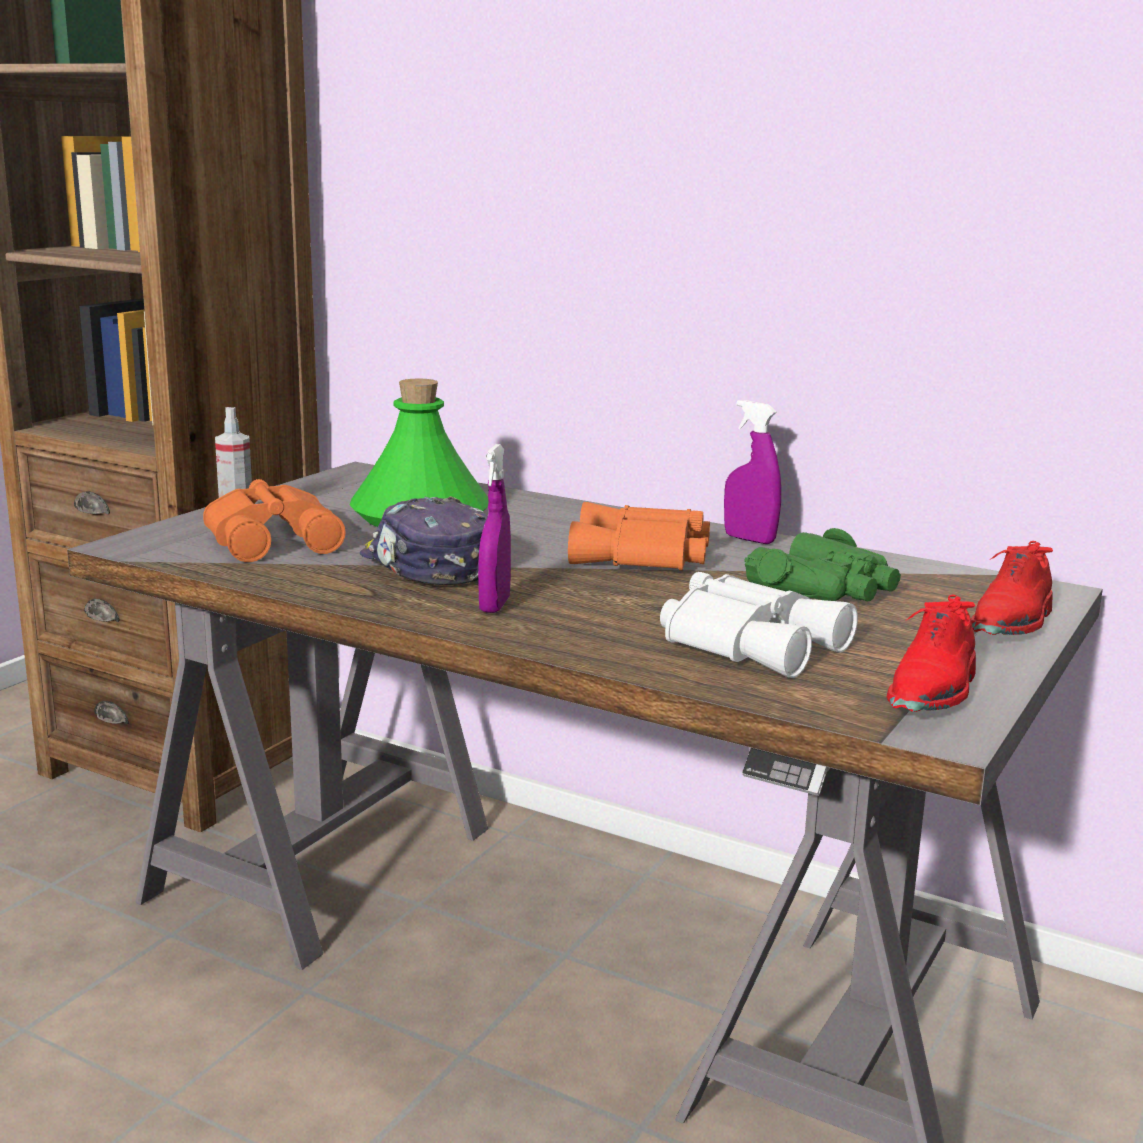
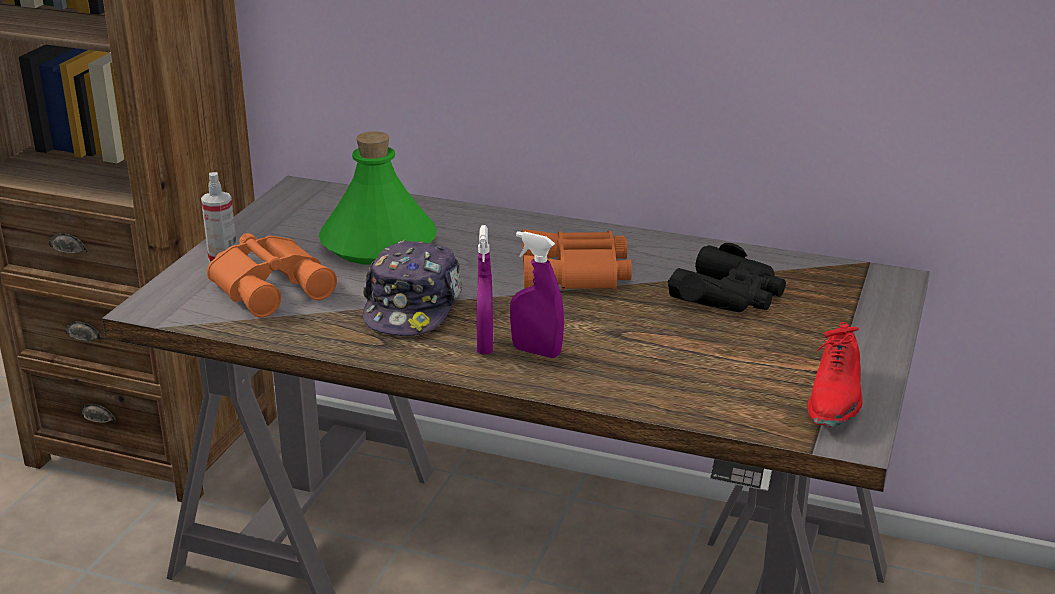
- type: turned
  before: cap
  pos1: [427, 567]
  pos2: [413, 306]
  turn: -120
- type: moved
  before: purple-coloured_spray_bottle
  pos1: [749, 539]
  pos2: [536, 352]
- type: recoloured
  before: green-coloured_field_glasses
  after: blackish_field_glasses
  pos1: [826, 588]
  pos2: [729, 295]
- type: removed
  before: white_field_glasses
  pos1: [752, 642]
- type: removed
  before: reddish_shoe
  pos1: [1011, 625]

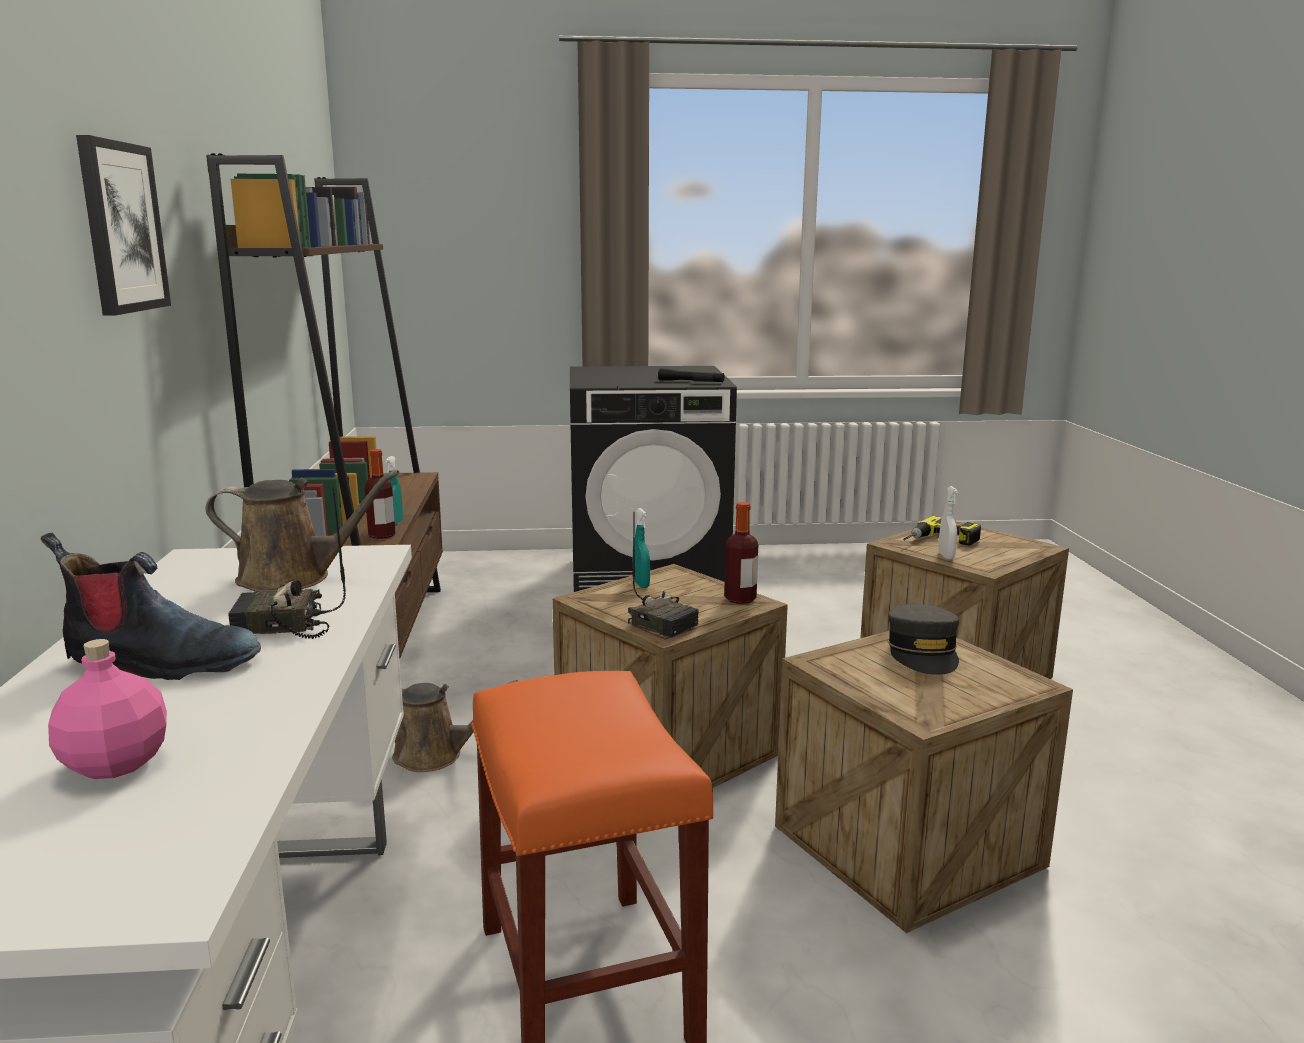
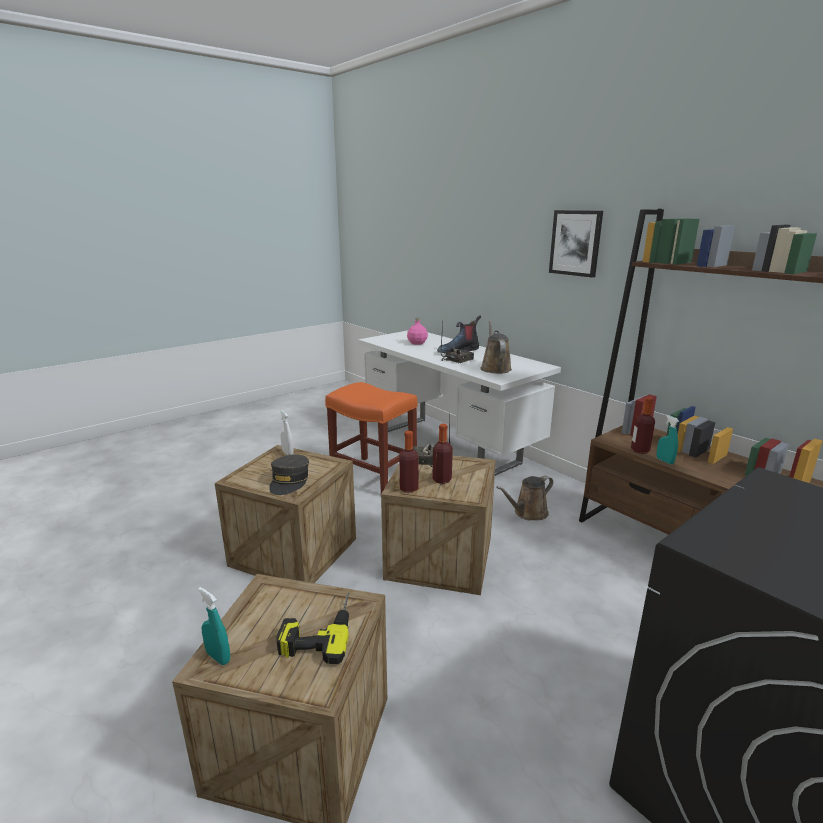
- type: moved
  before: turquoise_spray_bottle
  pos1: [641, 584]
  pos2: [218, 657]
- type: turned
  before: greyish_cap
  pos1: [923, 653]
  pos2: [289, 481]
  turn: -135
- type: moved
  before: white_spray_bottle
  pos1: [946, 556]
  pos2: [287, 453]
- type: added
  after: drink_bottle
  pos2: [442, 480]
- type: turned
  before: brown_sprinkling_can
  pos1: [293, 578]
  pos2: [495, 368]
  turn: 120
- type: removed
  before: blackish_torch
  pos1: [691, 382]

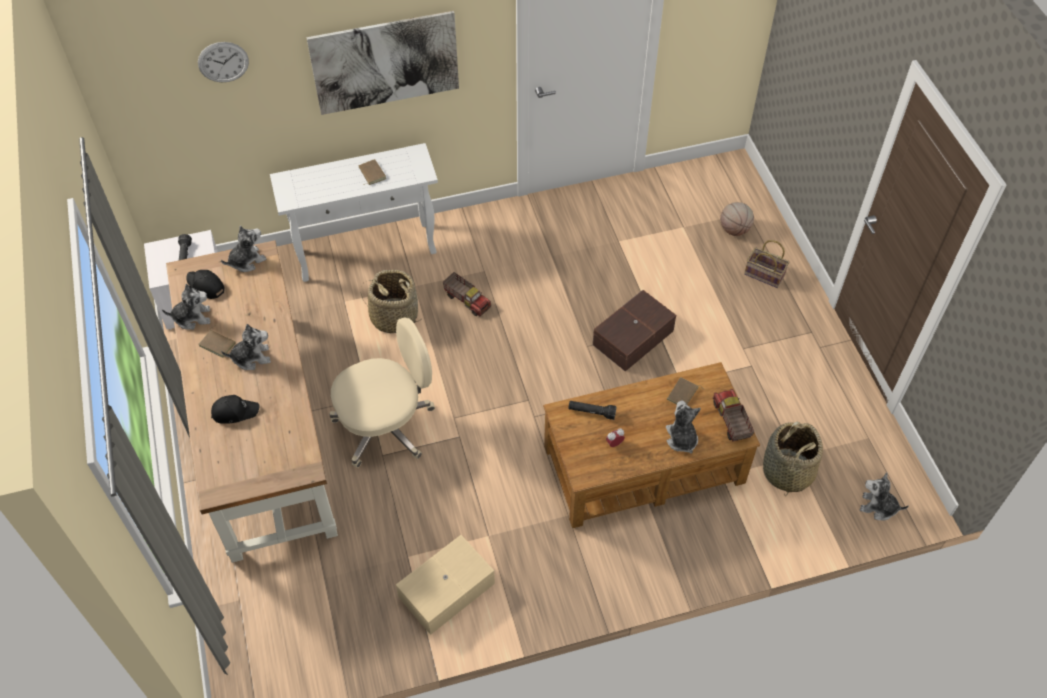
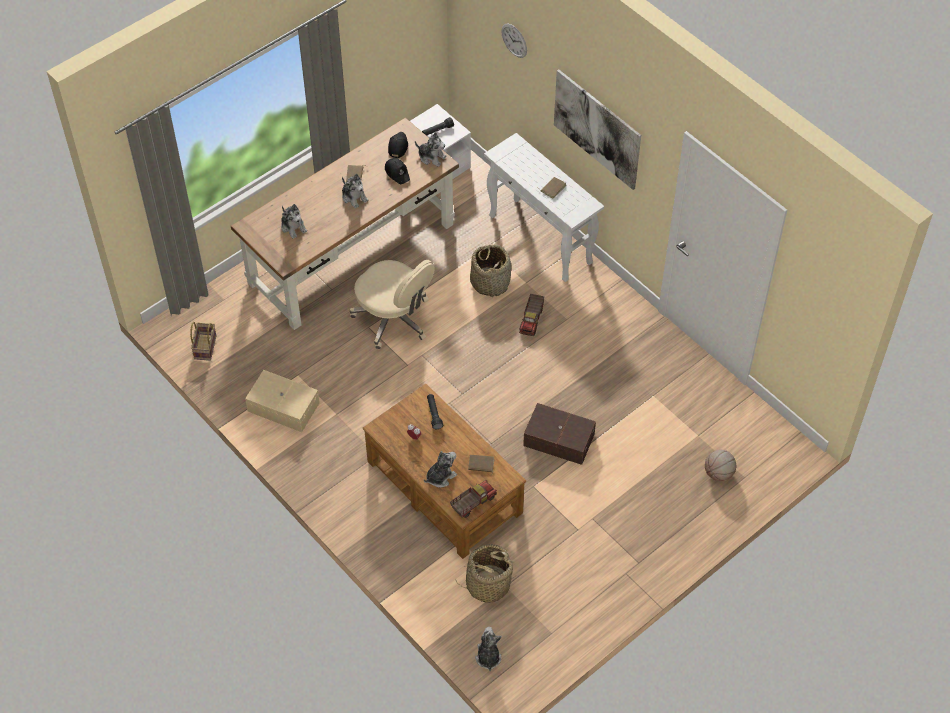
- type: moved
  before: household_basket
  pos1: [763, 275]
  pos2: [204, 346]
- type: moved
  before: soft_toy
  pos1: [192, 317]
  pos2: [293, 227]
- type: moved
  before: blackish_cap
  pos1: [234, 411]
  pos2: [397, 173]

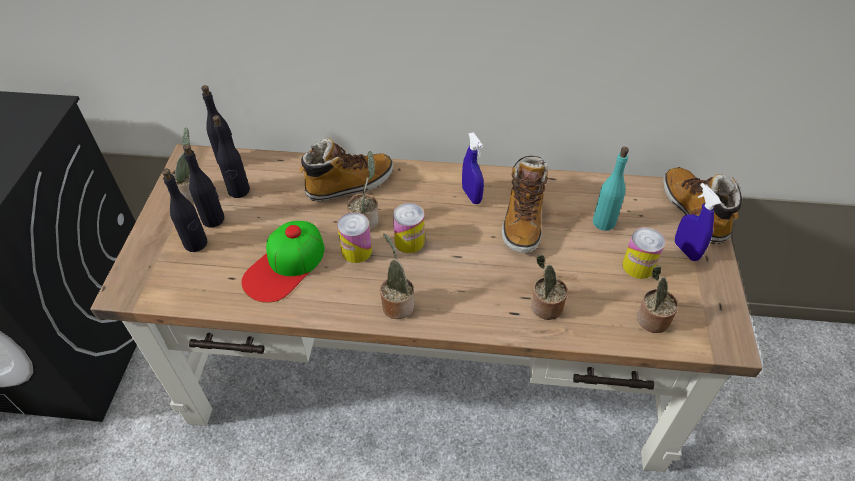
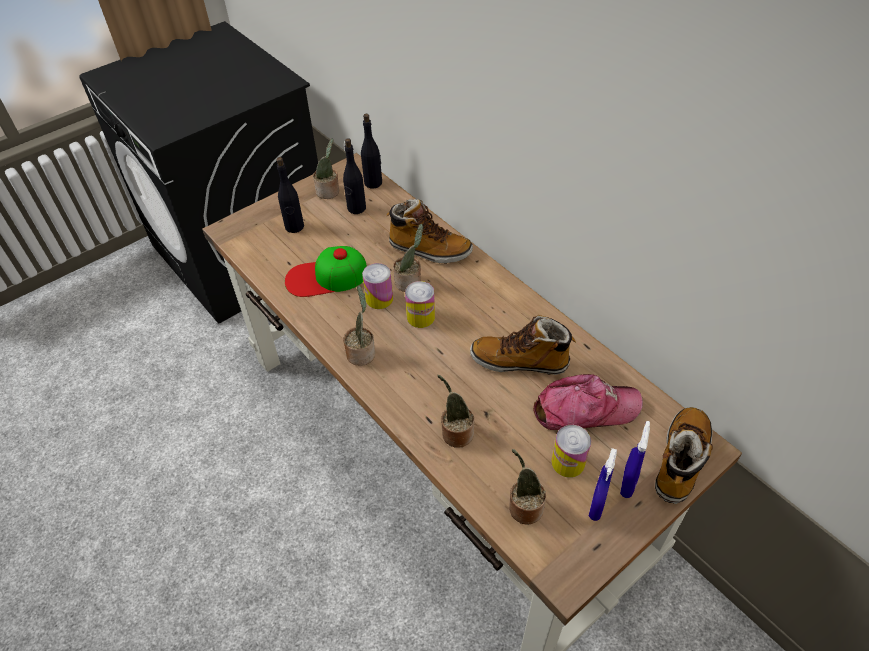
- type: turned
  before: boot
  pos1: [522, 221]
  pos2: [520, 361]
  turn: 45
- type: replaced
  before: turquoise_drink_bottle
  after: cap
  pos1: [603, 222]
  pos2: [585, 409]
- type: moved
  before: blue-coloured_spray_bottle
  pos1: [471, 195]
  pos2: [596, 506]
- type: removed
  before: blackish_drink_bottle
  pos1: [213, 219]

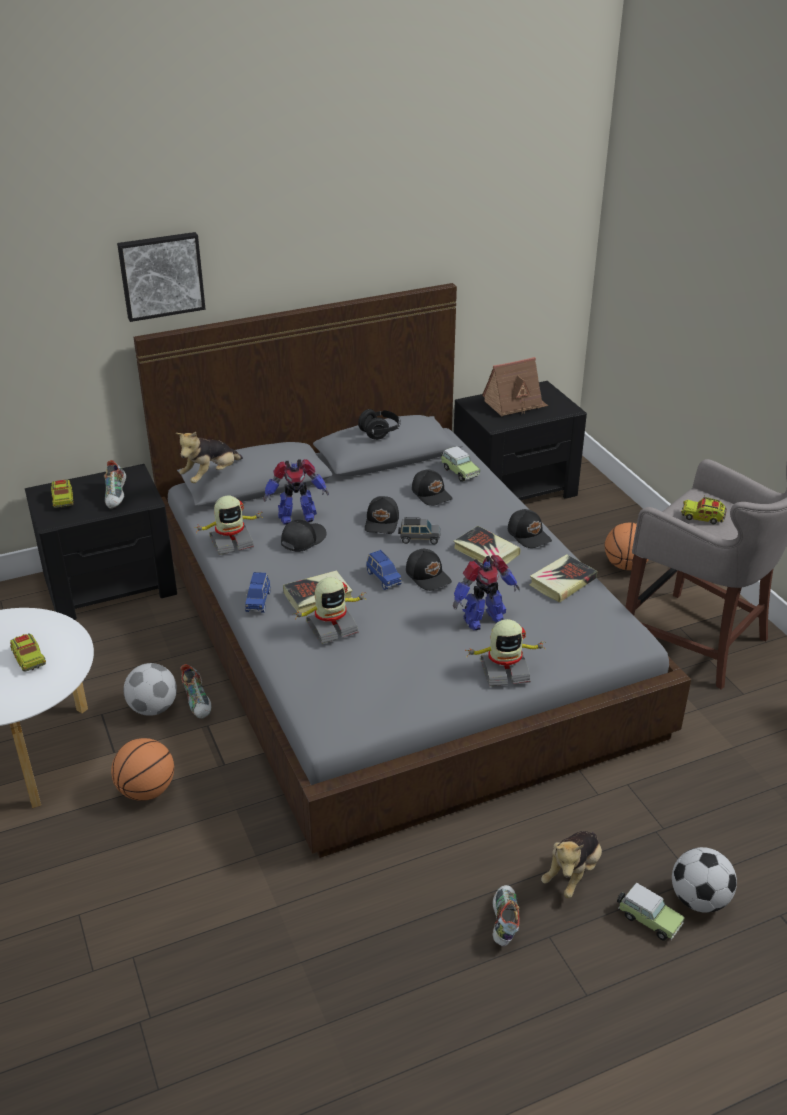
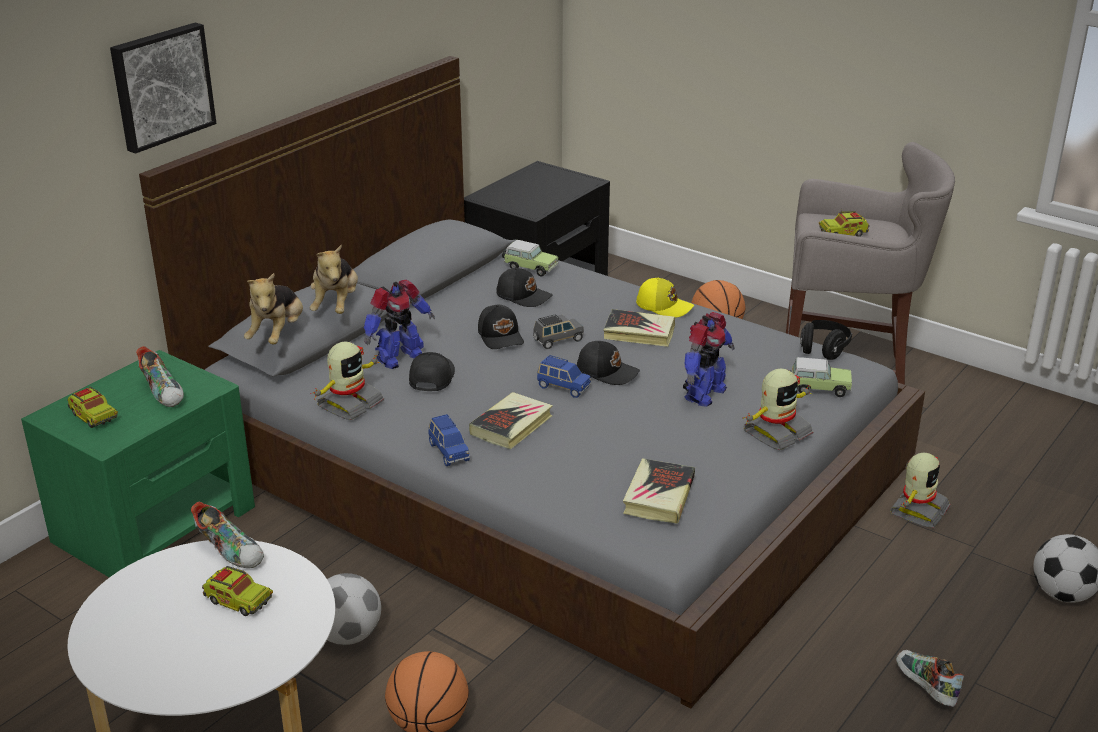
- type: recoloured
  before: blackish_night_table
  after: green-coloured_night_table
  pos1: [111, 584]
  pos2: [156, 523]
- type: moved
  before: shoe
  pos1: [198, 702]
  pos2: [231, 551]
- type: moved
  before: soft_toy
  pos1: [572, 873]
  pos2: [336, 305]
- type: moved
  before: volume
  pos1: [562, 582]
  pos2: [659, 496]
- type: recoloured
  before: blackish_cap
  after: yellow_cap
  pos1: [529, 535]
  pos2: [664, 306]
- type: moved
  before: toy_car
  pos1: [647, 919]
  pos2: [817, 388]
- type: moved
  before: blackish_pair_of_headphones
  pos1: [380, 432]
  pos2: [823, 350]
- type: moved
  before: model_robot
  pos1: [331, 627]
  pos2: [917, 510]
- type: removed
  before: miniature_house
  pos1: [514, 404]

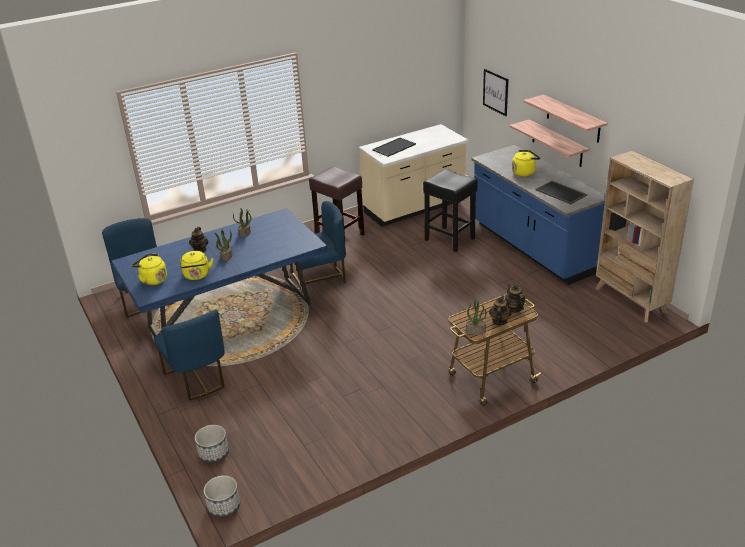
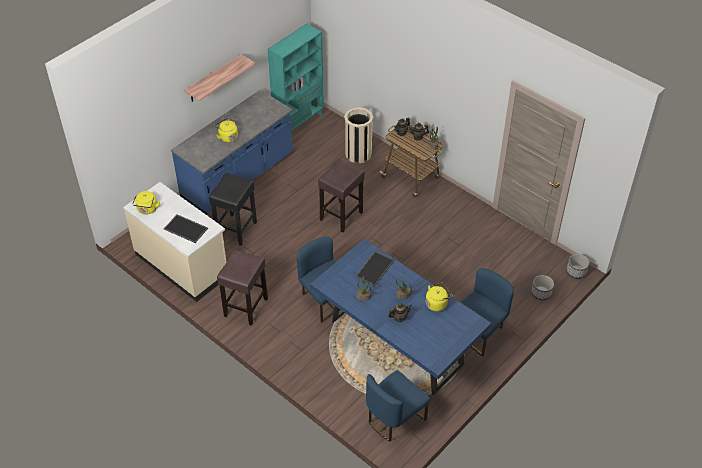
- type: moved
  before: yellow_water_kettle
  pos1: [152, 280]
  pos2: [147, 210]
- type: recoloured
  before: beige_bookcase
  after: turquoise_bookcase
  pos1: [630, 300]
  pos2: [299, 123]
- type: added
  after: brown_stool_seat
  pos2: [341, 215]
- type: added
  after: beige_trash_can
  pos2: [358, 154]
- type: moved
  before: serving_tray
  pos1: [561, 192]
  pos2: [374, 268]
- type: removed
  before: wall_art
  pos1: [495, 92]
- type: removed
  before: wall_shelf
  pos1: [557, 143]

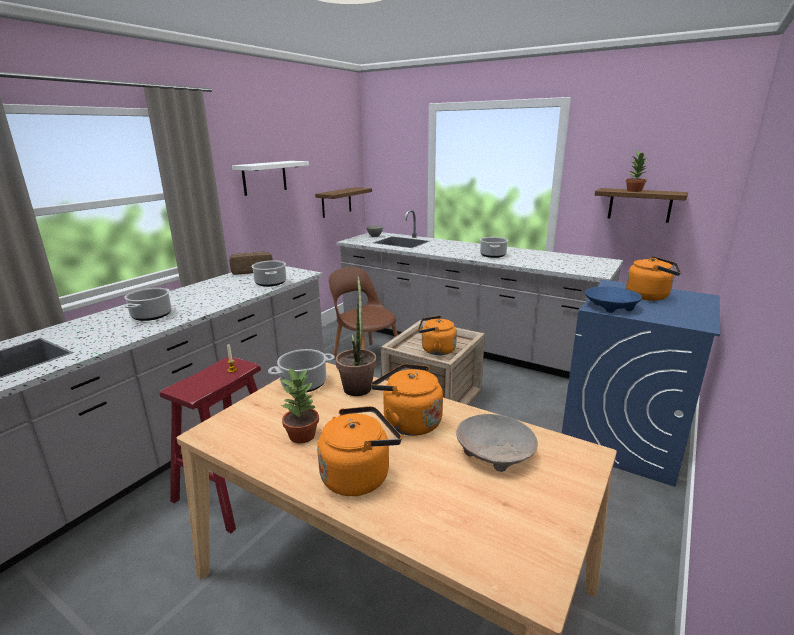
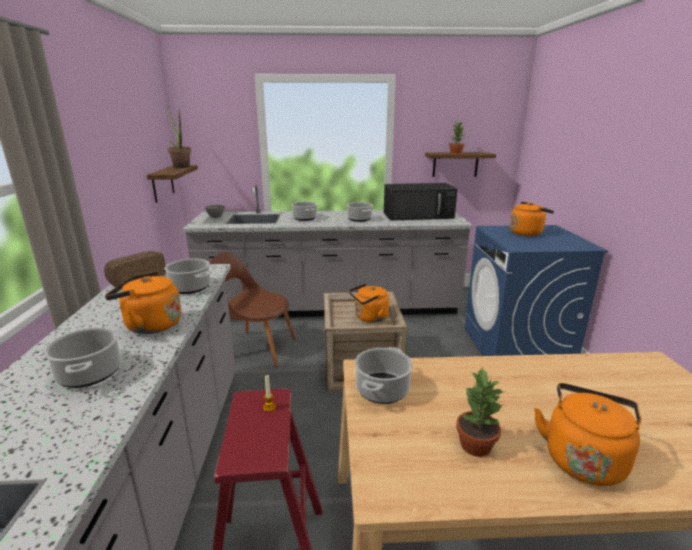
- type: moved
  before: orange_water_kettle
  pos1: [408, 422]
  pos2: [150, 325]
- type: moved
  before: houseplant
  pos1: [358, 385]
  pos2: [181, 166]
- type: added
  after: stockpot
  pos2: [305, 218]
- type: added
  after: blackish_microwave
  pos2: [419, 215]
- type: removed
  before: white_wall_shelf
  pos1: [264, 177]
- type: removed
  before: beige_deep_dish
  pos1: [494, 452]
- type: removed
  before: blue-coloured_deep_dish
  pos1: [610, 307]

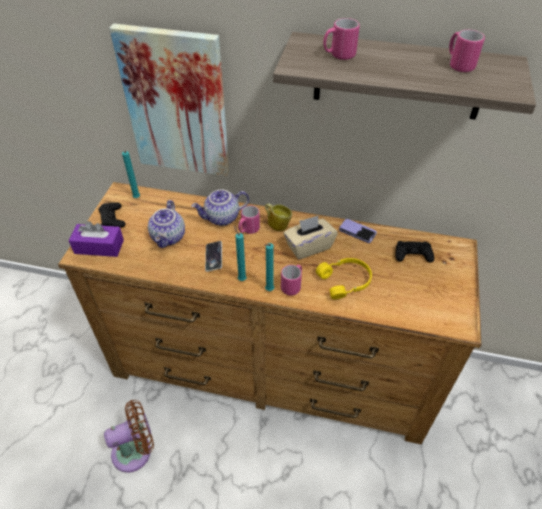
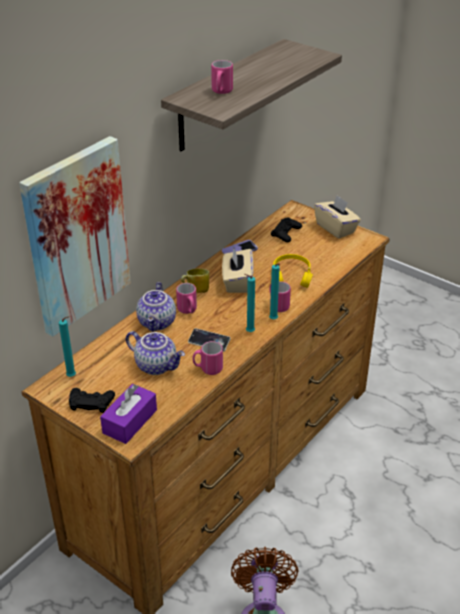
- type: moved
  before: pink_coffee_mug
  pos1: [458, 65]
  pos2: [207, 369]
- type: added
  after: beige_tissue_holder
  pos2: [336, 228]

